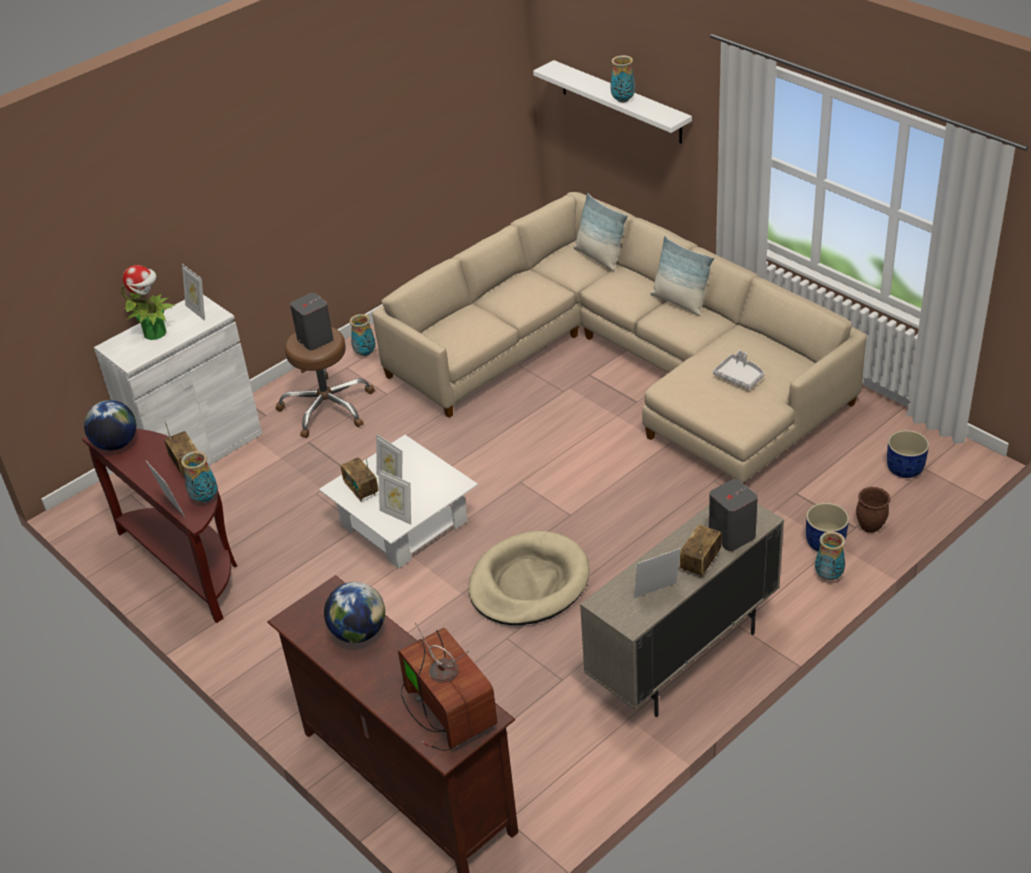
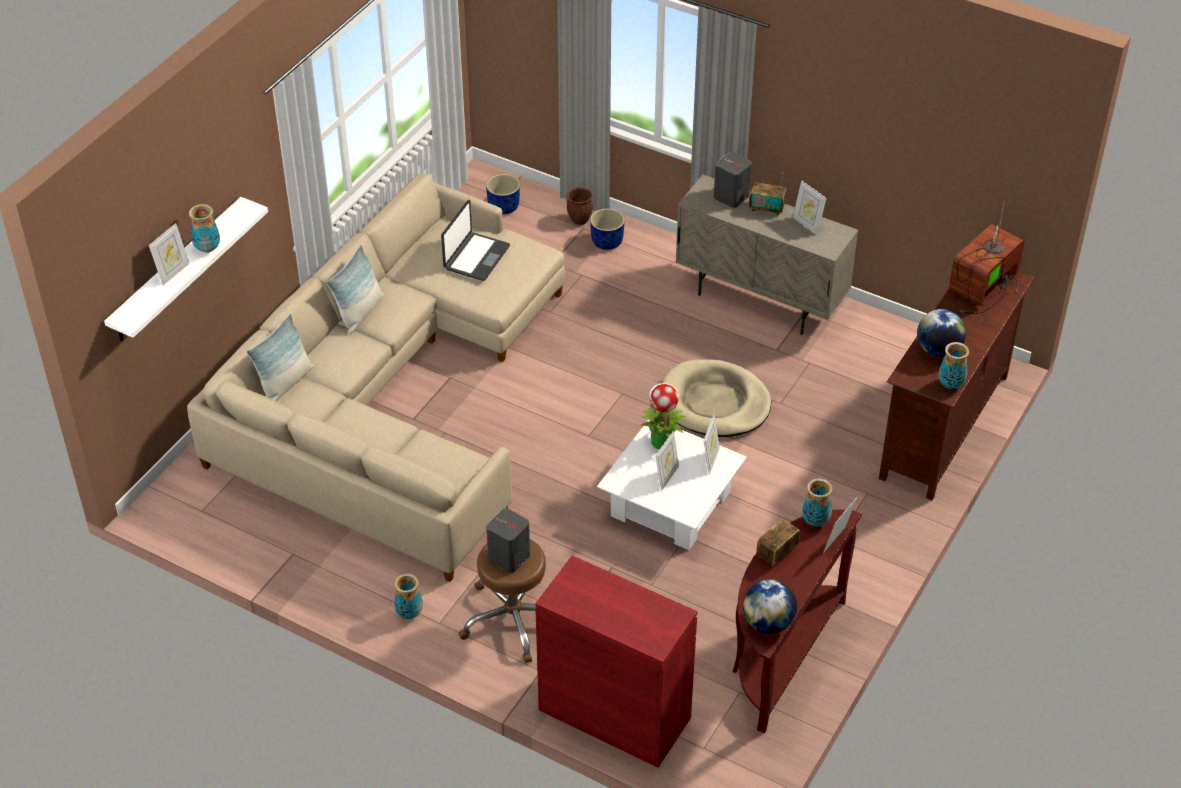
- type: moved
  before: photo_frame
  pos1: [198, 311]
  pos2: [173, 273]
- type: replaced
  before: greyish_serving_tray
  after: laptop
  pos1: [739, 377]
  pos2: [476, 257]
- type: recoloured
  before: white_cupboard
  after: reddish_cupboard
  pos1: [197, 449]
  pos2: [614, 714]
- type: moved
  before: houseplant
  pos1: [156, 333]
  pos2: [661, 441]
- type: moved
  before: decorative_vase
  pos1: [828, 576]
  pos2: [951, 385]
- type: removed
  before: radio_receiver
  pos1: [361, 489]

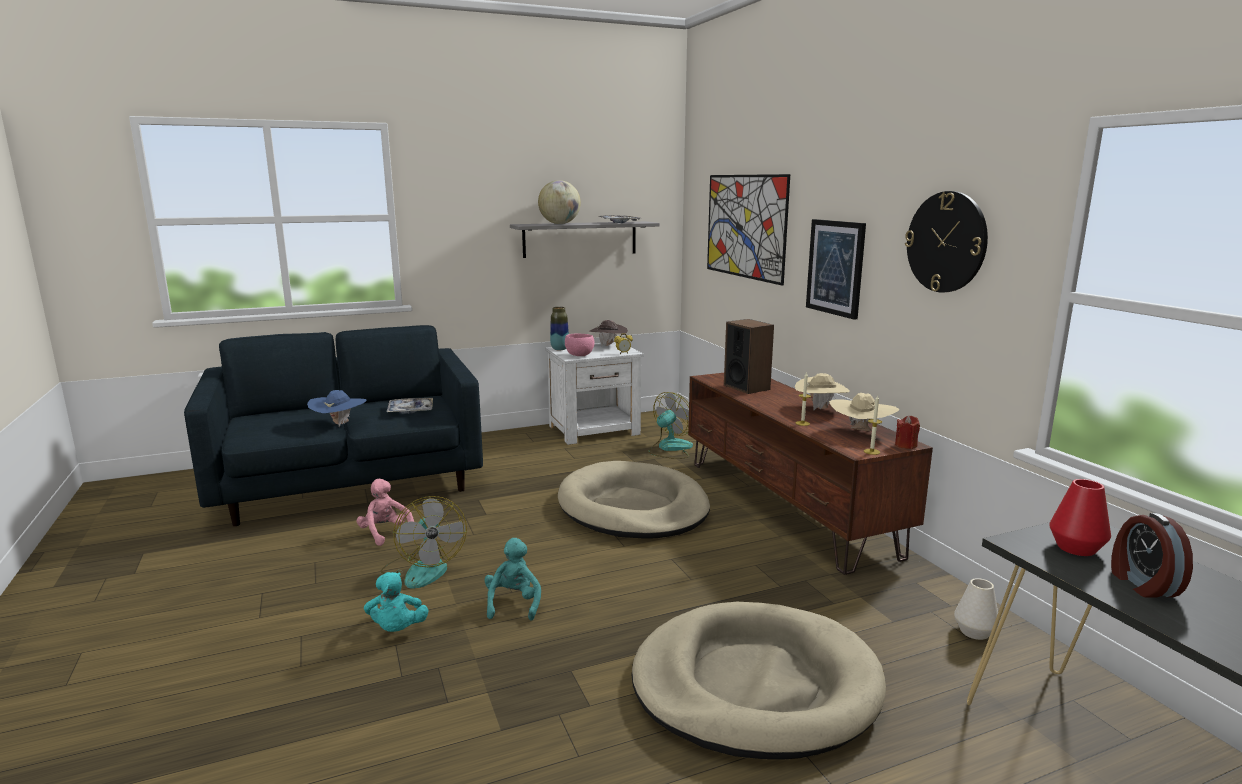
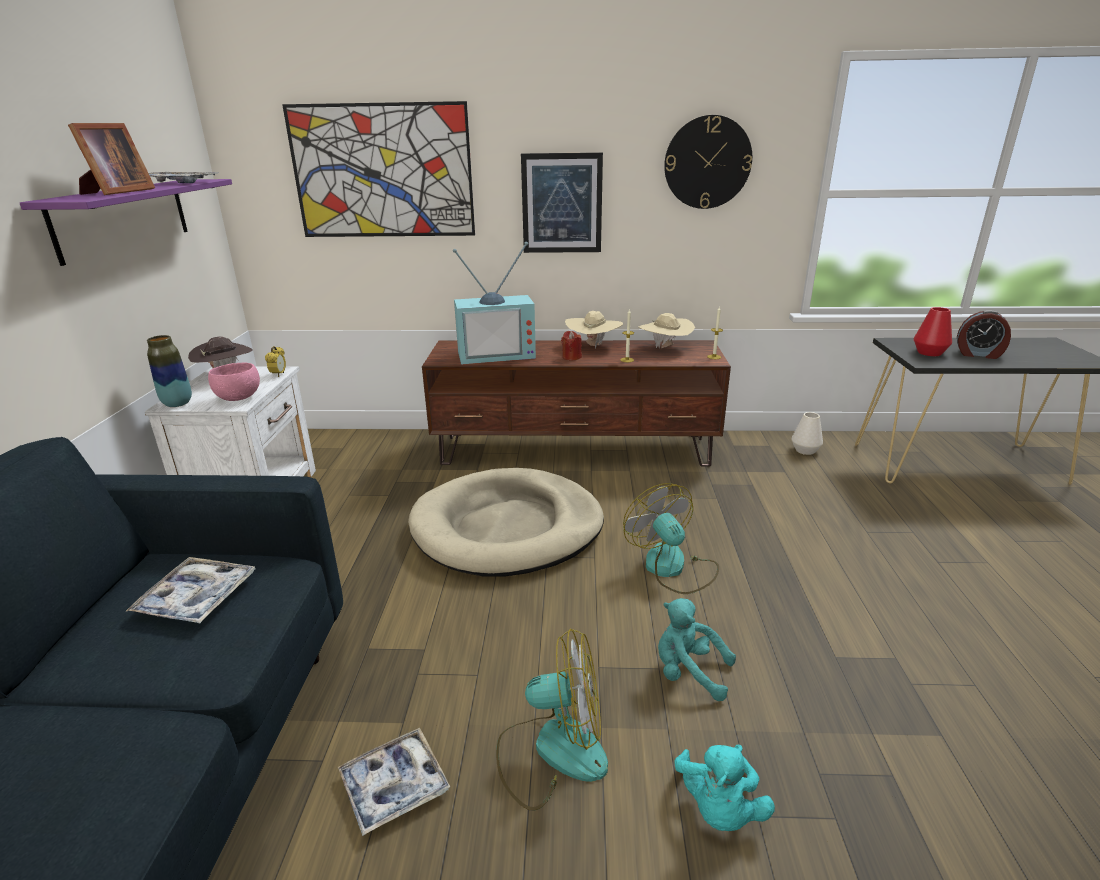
- type: recoloured
  before: greyish_wall_shelf
  after: purple-coloured_wall_shelf
  pos1: [580, 239]
  pos2: [123, 218]
- type: replaced
  before: desk_globe
  after: photo_frame
  pos1: [560, 224]
  pos2: [116, 192]
- type: replaced
  before: pink_soft_toy
  after: serving_tray
  pos1: [386, 533]
  pos2: [394, 786]
- type: replaced
  before: speaker
  after: TV_set
  pos1: [746, 387]
  pos2: [497, 354]
- type: moved
  before: reddish_wax_light
  pos1: [906, 445]
  pos2: [571, 357]
- type: moved
  before: electric_fan
  pos1: [670, 448]
  pos2: [672, 568]
- type: turned
  before: turquoise_soft_toy
  pos1: [397, 630]
  pos2: [718, 808]
  turn: 90
- type: removed
  before: blue-coloured_clothing_hat
  pos1: [339, 424]
- type: removed
  before: beige_dog_cushion
  pos1: [754, 685]

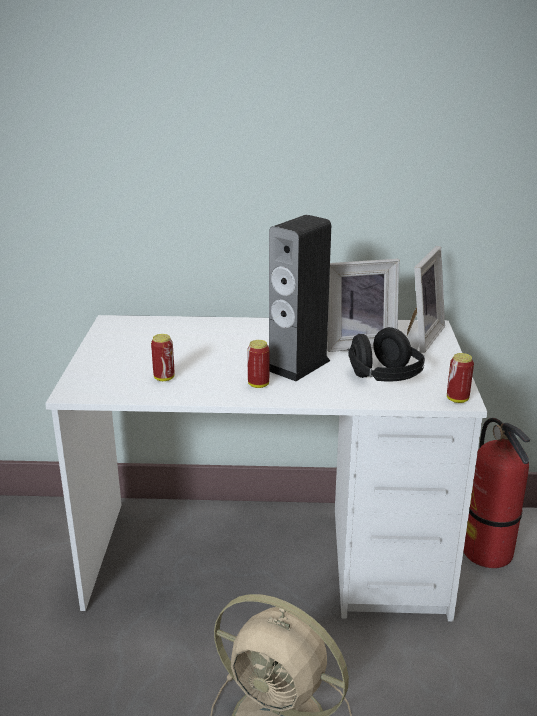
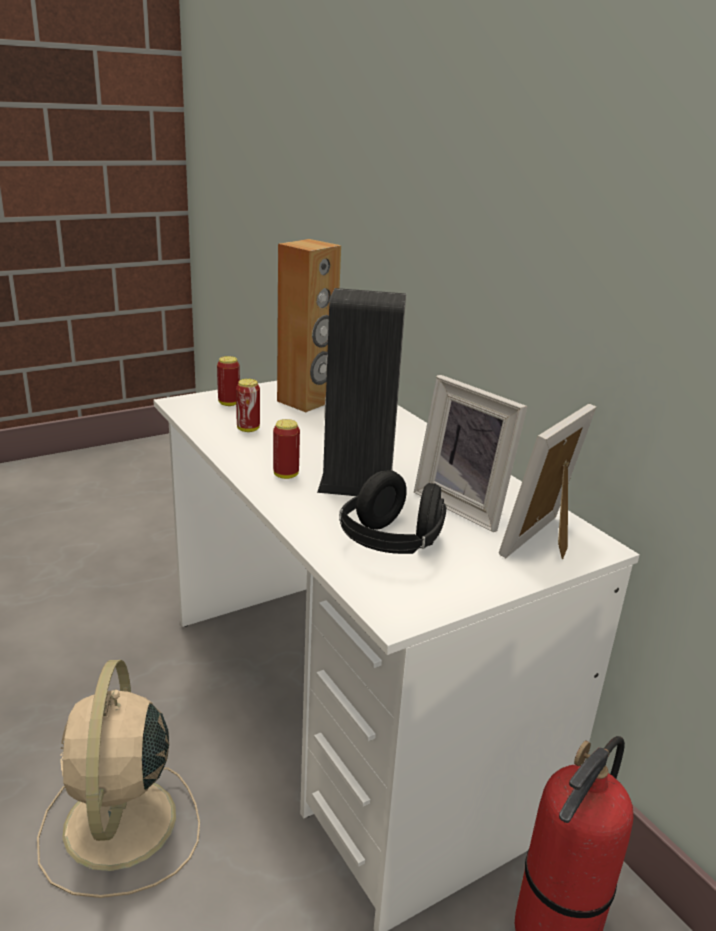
- type: moved
  before: sealed_can
  pos1: [457, 399]
  pos2: [229, 403]
- type: added
  after: brown_speaker
  pos2: [306, 401]
- type: turned
  before: photo_frame
  pos1: [419, 337]
  pos2: [547, 543]
  turn: 135

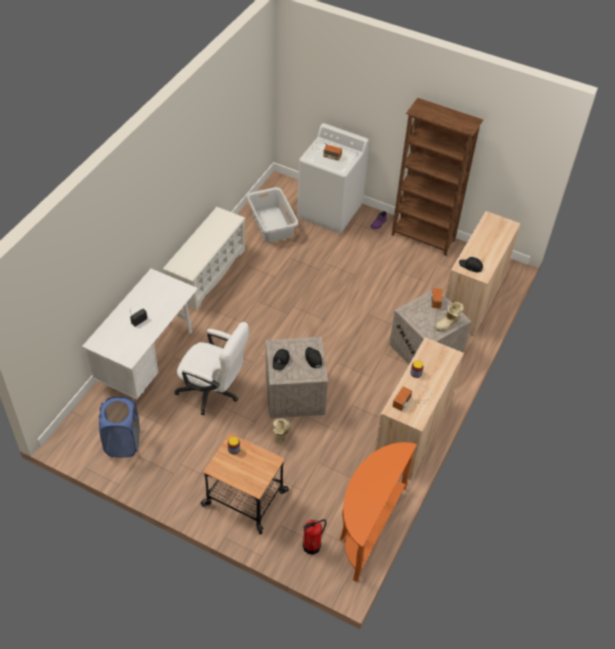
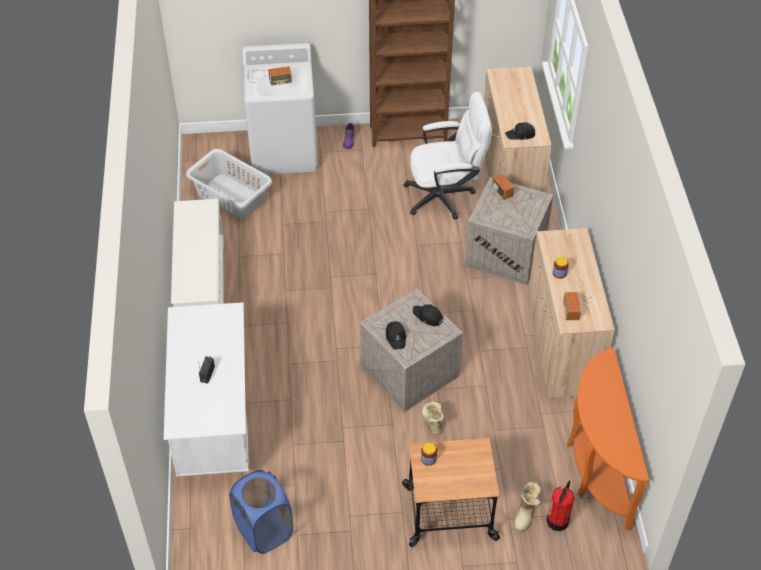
- type: moved
  before: white_desk_chair
  pos1: [213, 392]
  pos2: [446, 196]
- type: moved
  before: boot
  pos1: [447, 324]
  pos2: [526, 514]

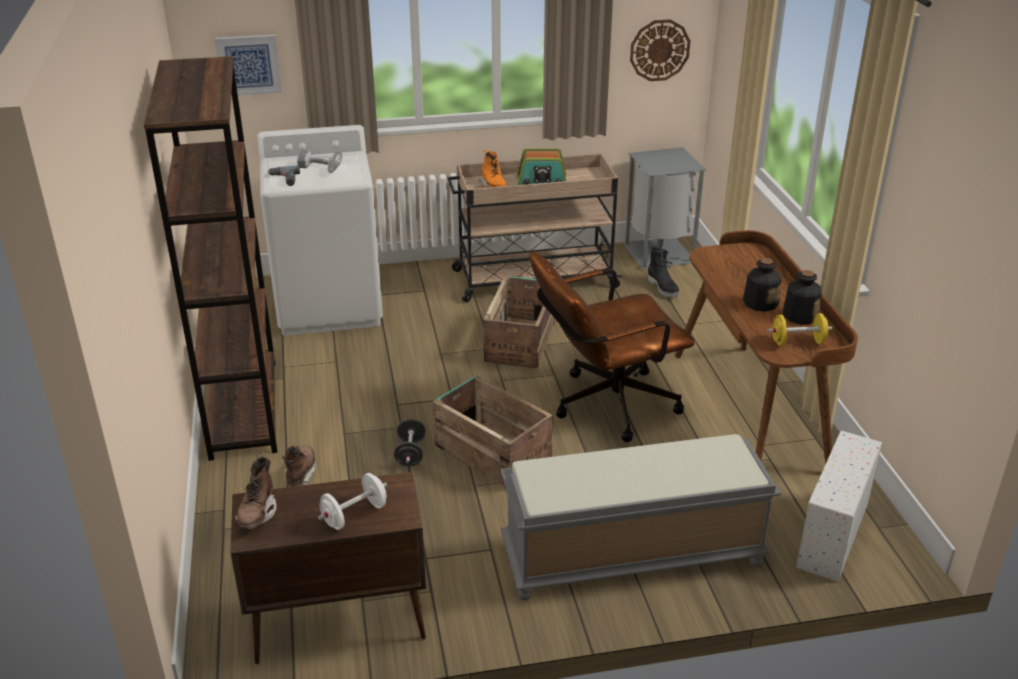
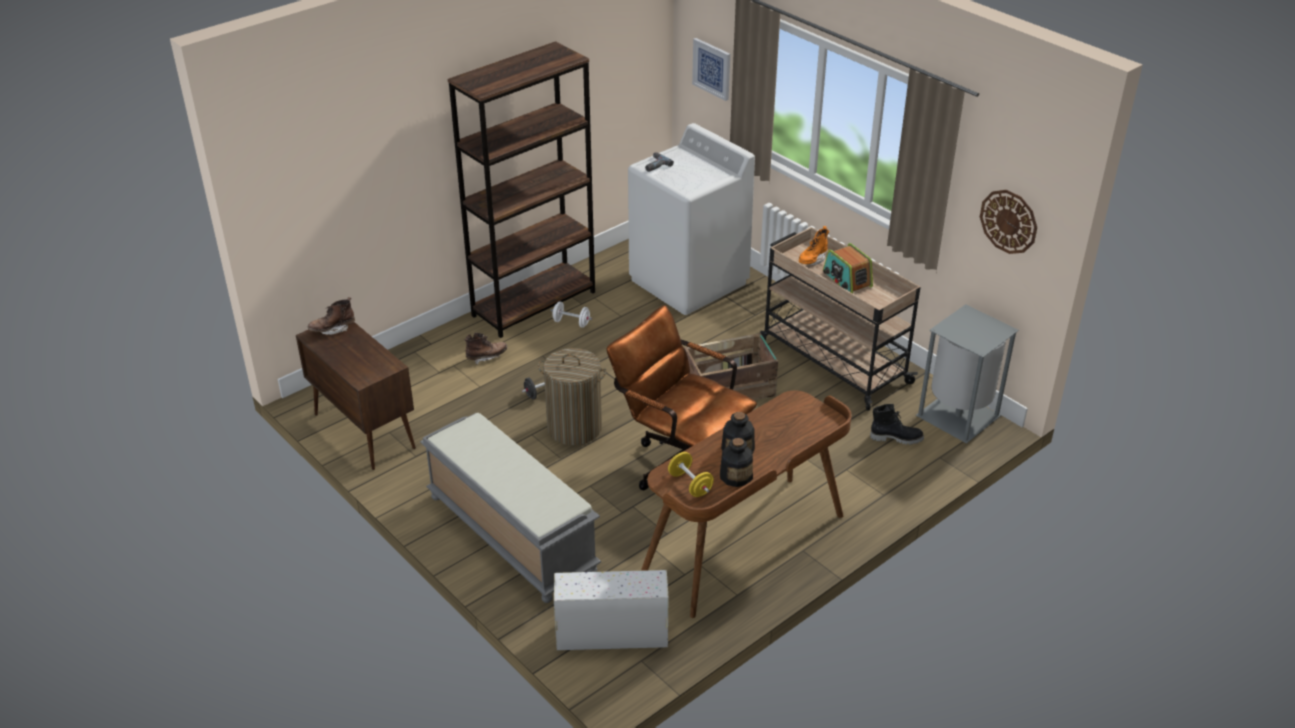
- type: replaced
  before: shipping_crate
  after: washing_basket
  pos1: [491, 452]
  pos2: [574, 428]
- type: moved
  before: white_hand_weight
  pos1: [354, 515]
  pos2: [571, 323]
- type: turned
  before: blackish_boot
  pos1: [663, 288]
  pos2: [896, 438]
  turn: -120
- type: removed
  before: electric_drill
  pos1: [319, 168]

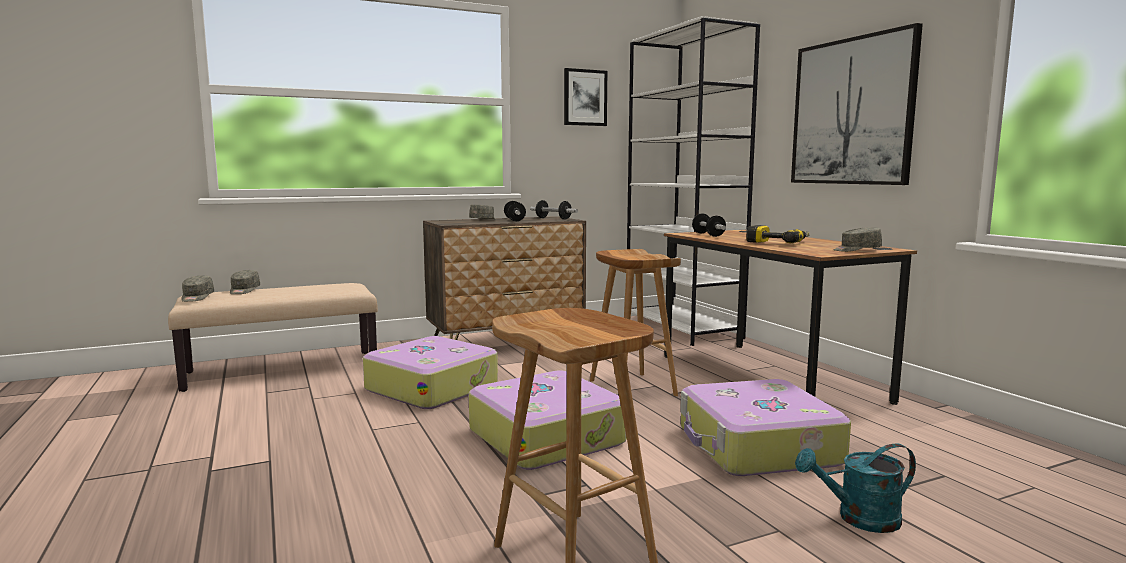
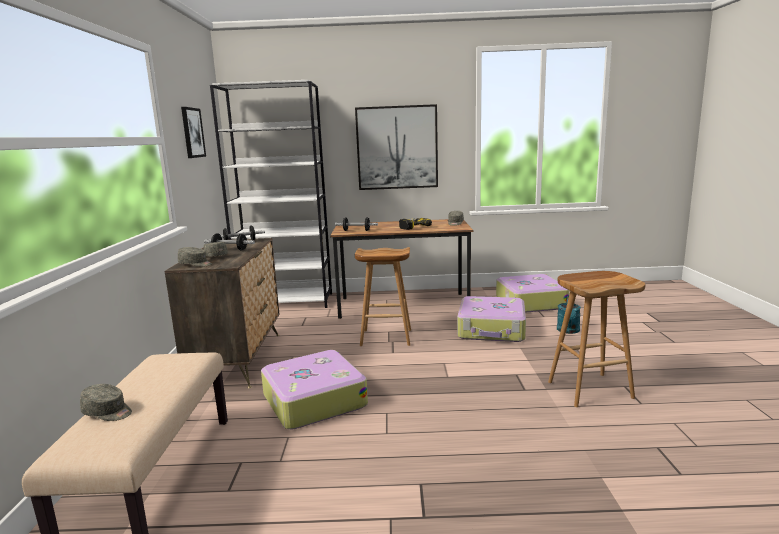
- type: moved
  before: greyish_cap
  pos1: [197, 297]
  pos2: [196, 264]
- type: moved
  before: travel_case
  pos1: [547, 436]
  pos2: [529, 302]

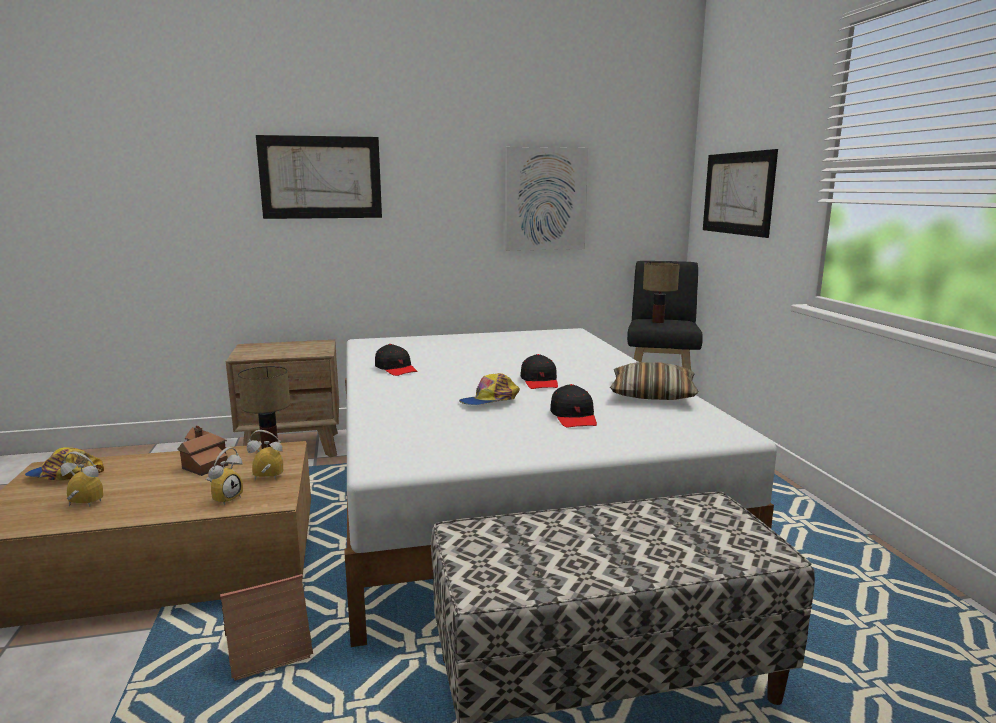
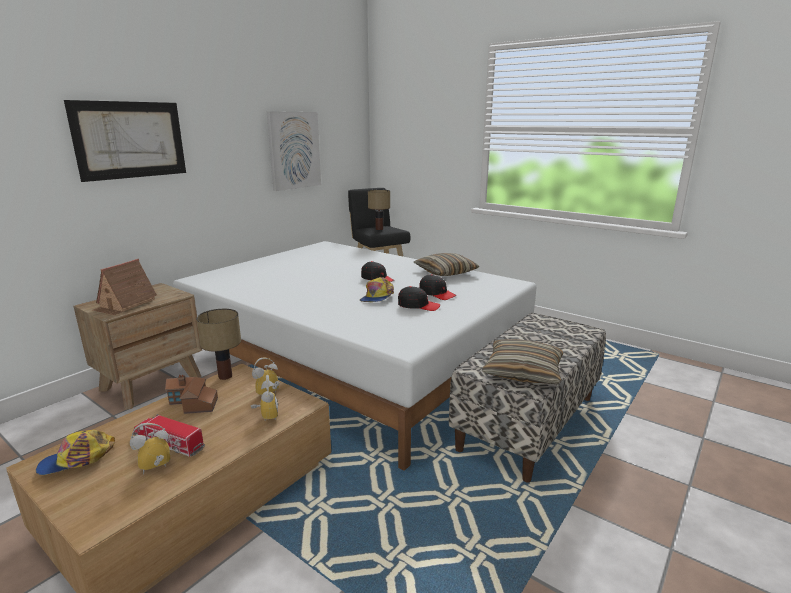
- type: moved
  before: miniature_house
  pos1: [263, 654]
  pos2: [125, 304]
- type: added
  after: toy_lorry
  pos2: [168, 443]
- type: moved
  before: blackish_cap
  pos1: [396, 369]
  pos2: [418, 305]
- type: added
  after: cushion
  pos2: [523, 371]
- type: removed
  before: wall_art
  pos1: [737, 193]

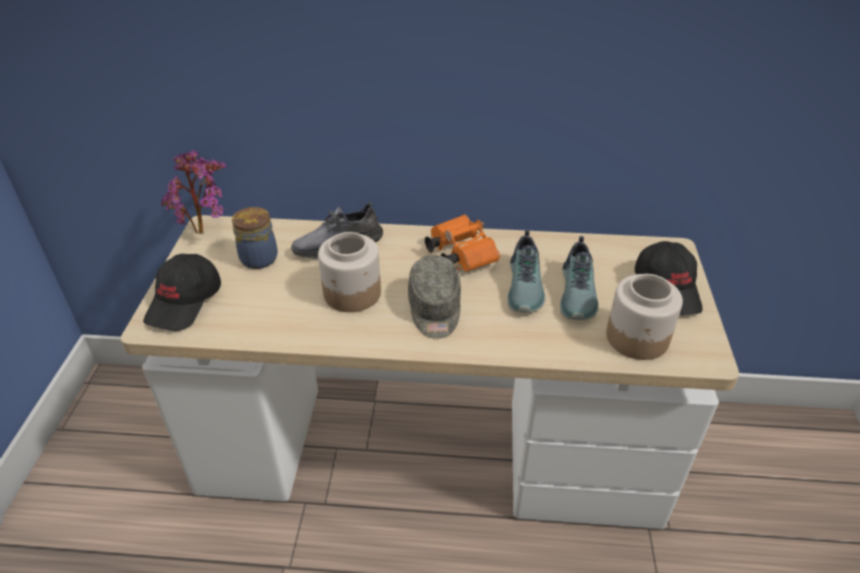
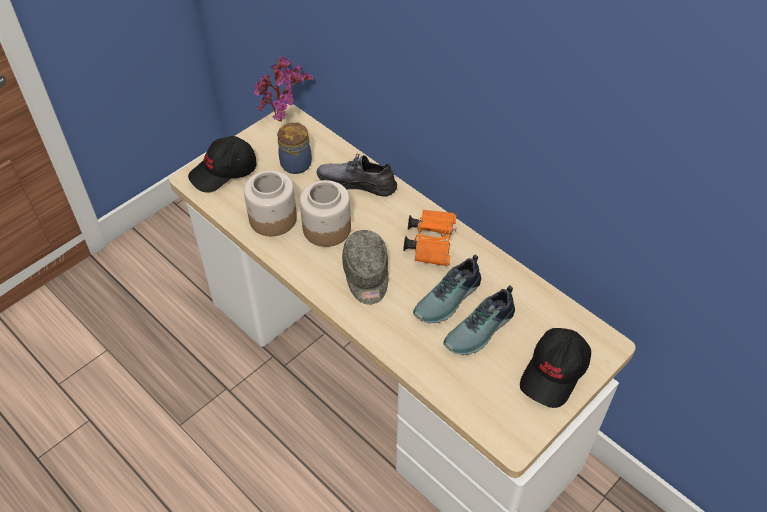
- type: moved
  before: storage_jar
  pos1: [637, 338]
  pos2: [273, 219]
- type: turned
  before: greyish_cap
  pos1: [435, 309]
  pos2: [366, 275]
  turn: -45

